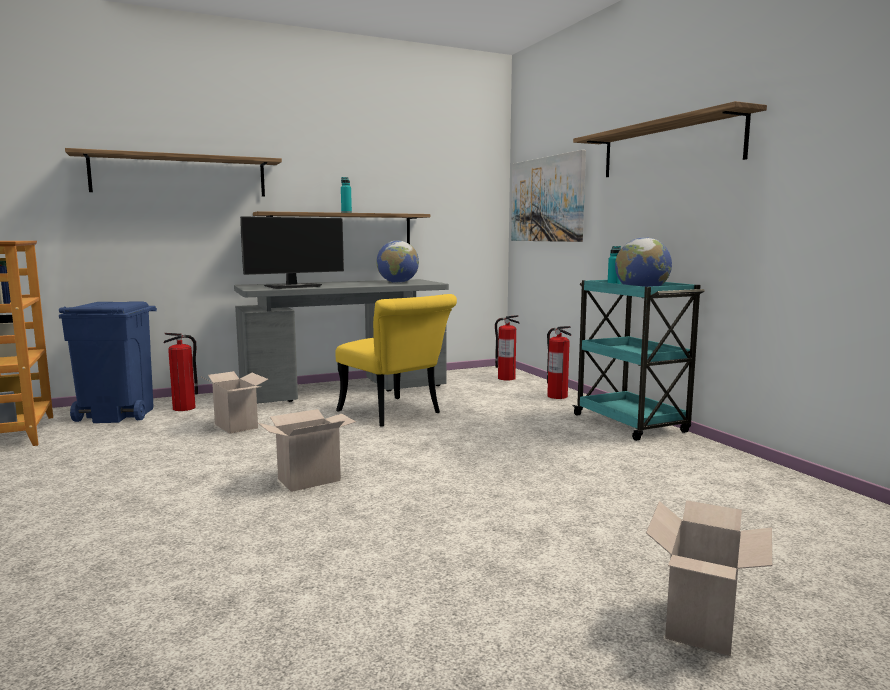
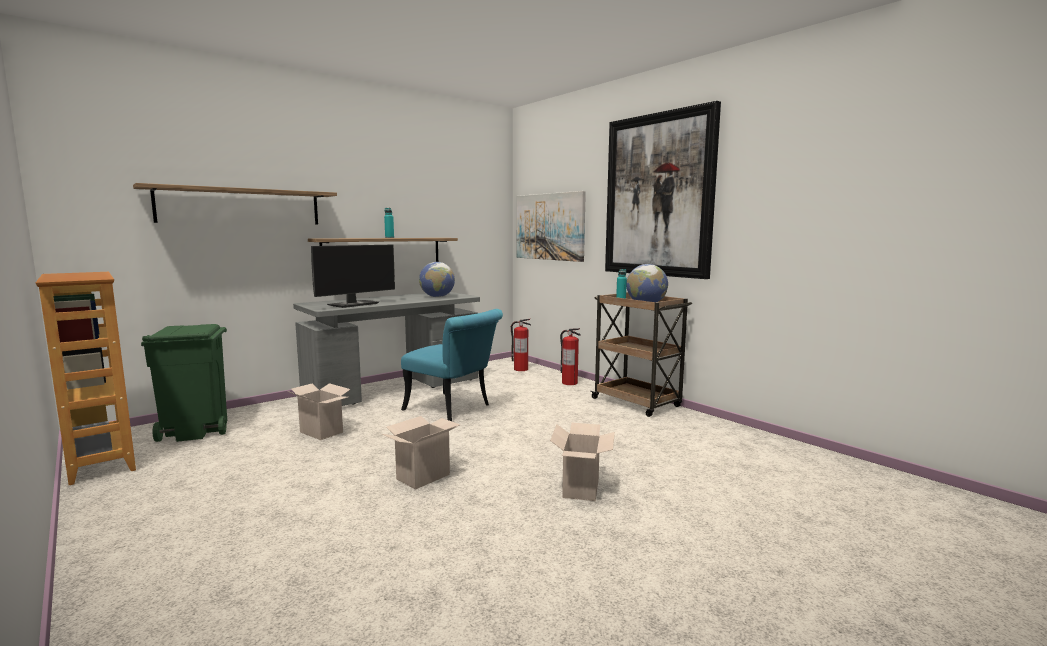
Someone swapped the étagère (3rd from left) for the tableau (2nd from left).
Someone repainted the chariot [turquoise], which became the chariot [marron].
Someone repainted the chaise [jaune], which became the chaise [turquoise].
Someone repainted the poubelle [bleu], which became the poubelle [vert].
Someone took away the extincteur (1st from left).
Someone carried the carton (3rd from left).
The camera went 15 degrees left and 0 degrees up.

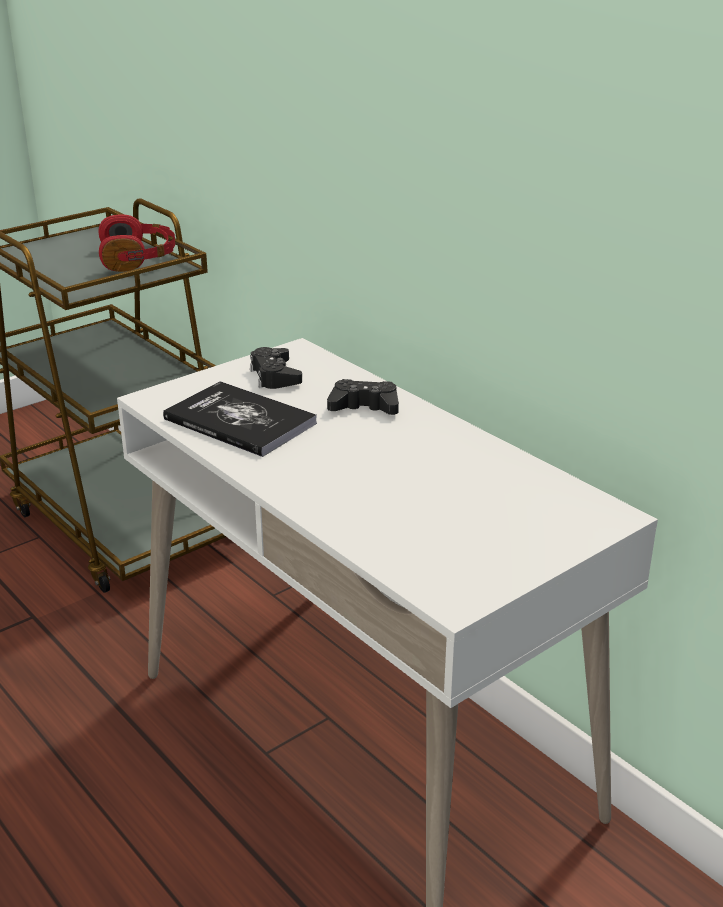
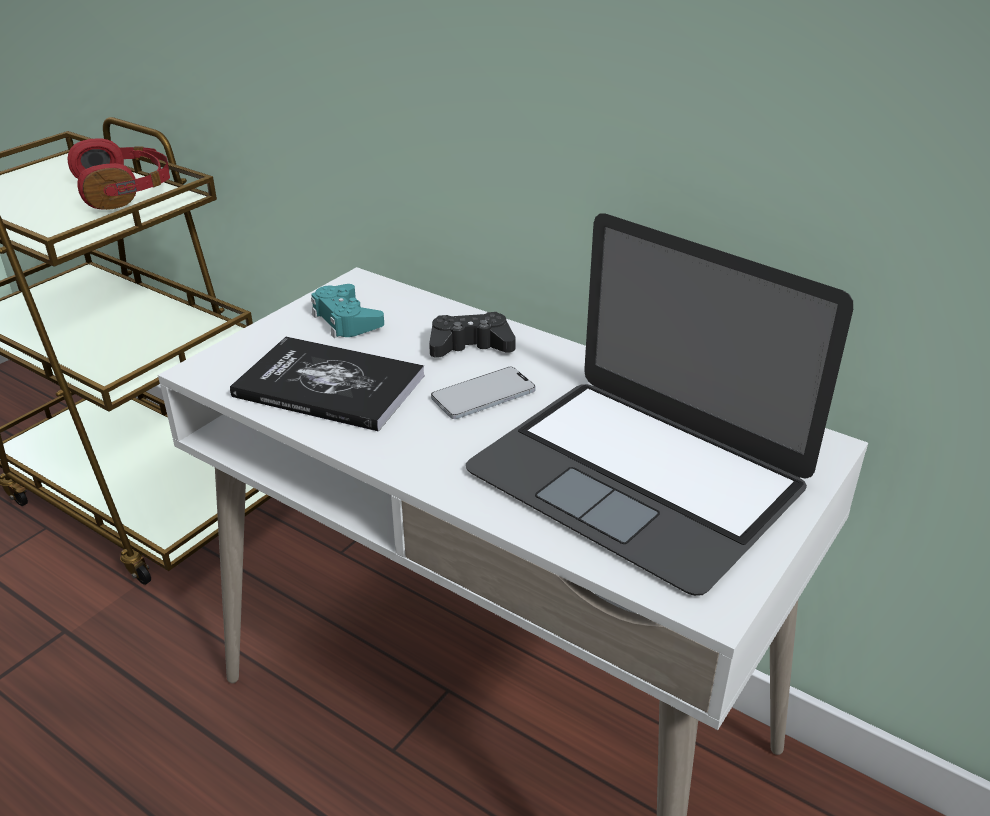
Someone repainted the manette [noir] (1st from left), which became the manette [turquoise].
Someone put down the ordinateur portable.
Someone put down the téléphone.
The camera went 15 degrees left and 5 degrees up.

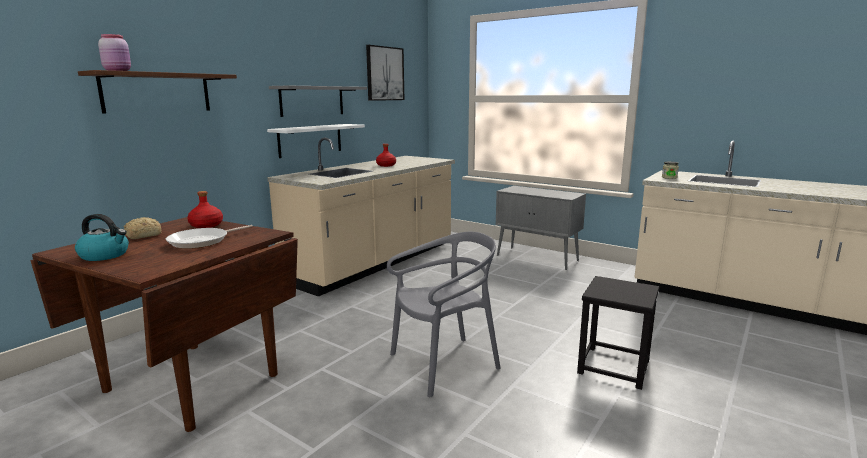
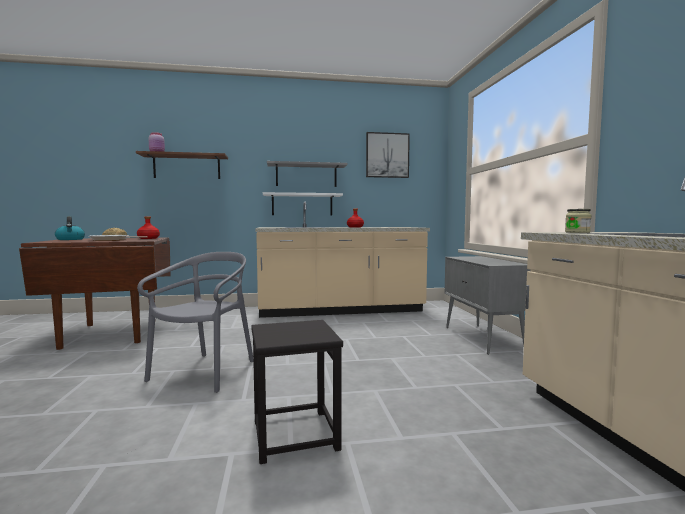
Someone rotated the chaise [gris] by 90 degrees counterclockwise.
The camera went 45 degrees right and 10 degrees down.

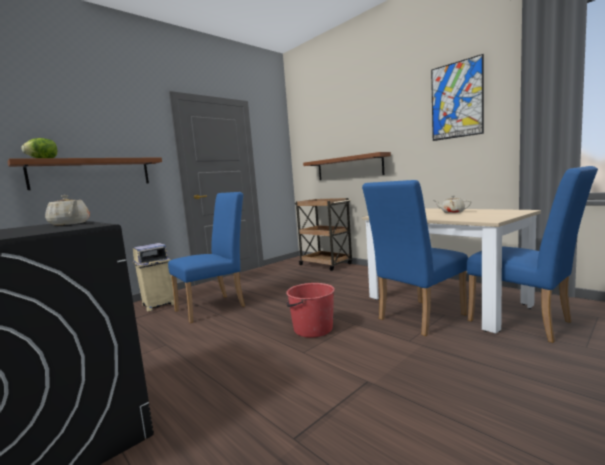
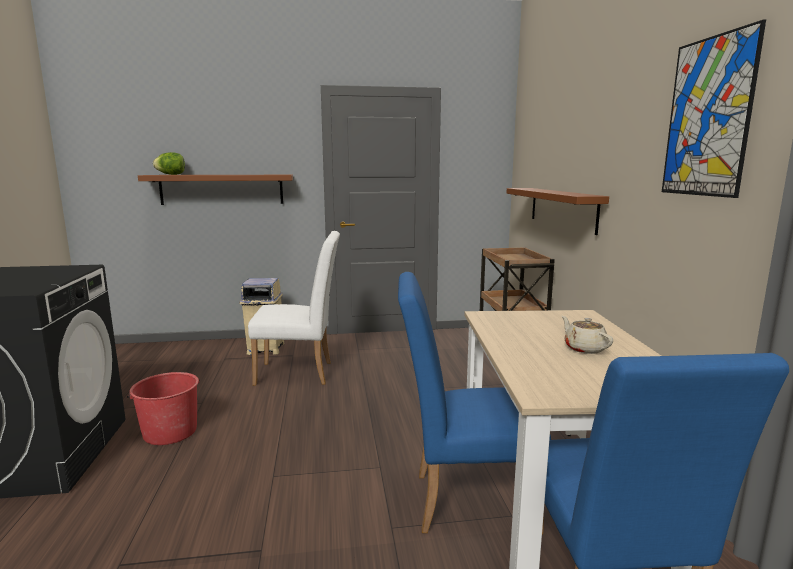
Someone repainted the chaise [bleu] (1st from left), which became the chaise [blanc].
Someone took away the théière [beige] (1st from left).
Someone carried the seau [rouge].
The camera went 35 degrees right and 5 degrees up.

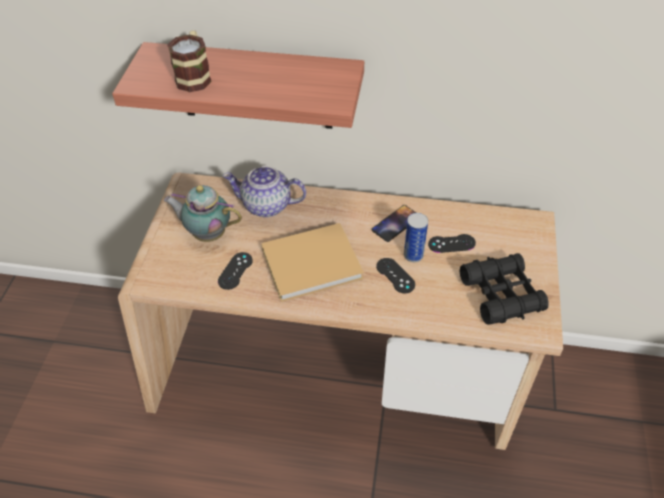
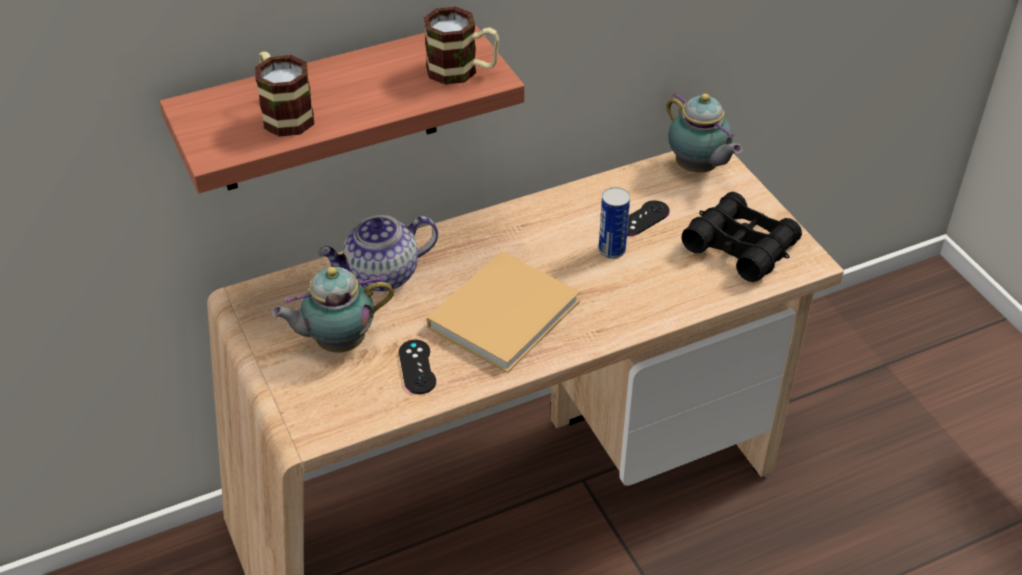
Someone took away the téléphone.
Someone took away the manette [noir] (2nd from left).
Someone put down the mug (2nd from left).
Someone put down the théière (3rd from left).
The camera went 35 degrees left and 5 degrees down.

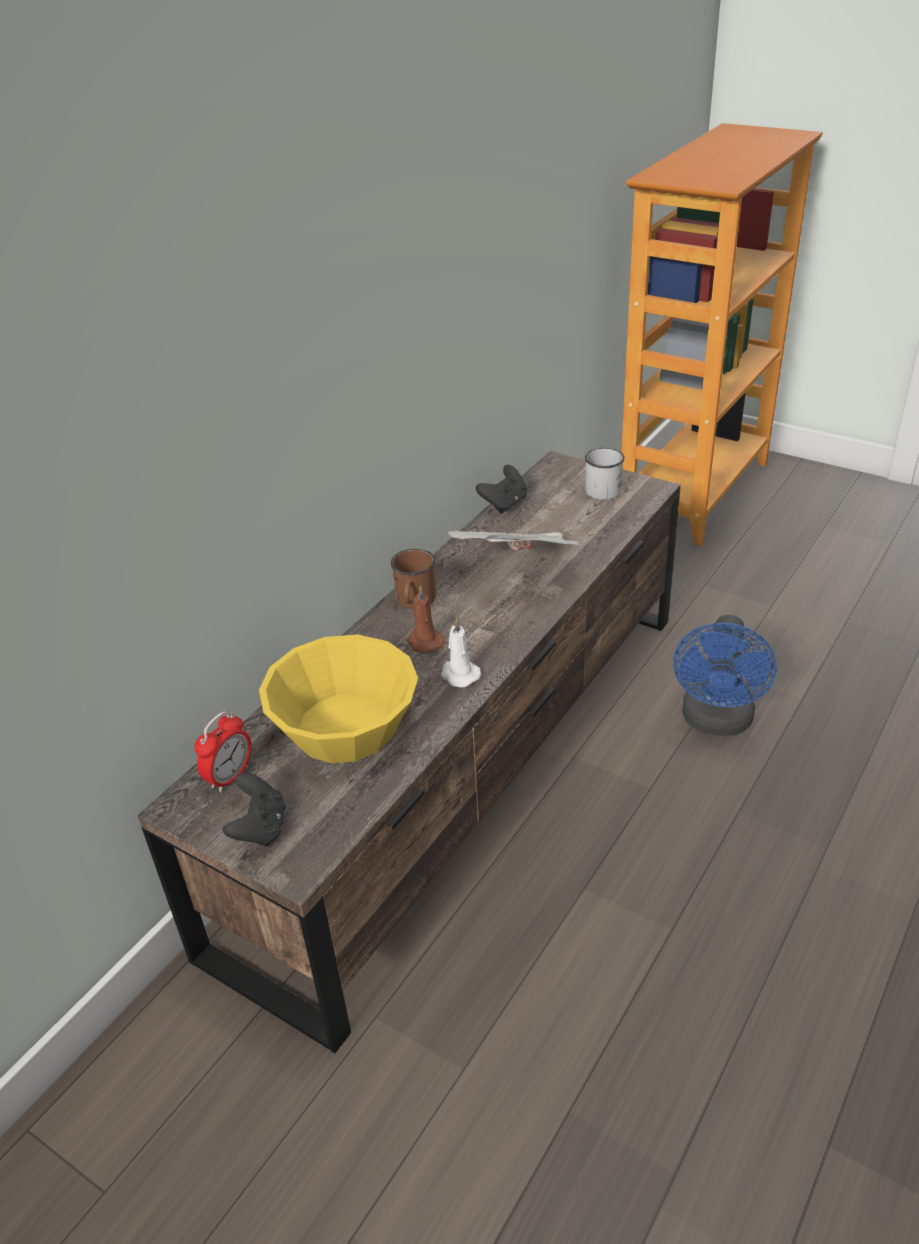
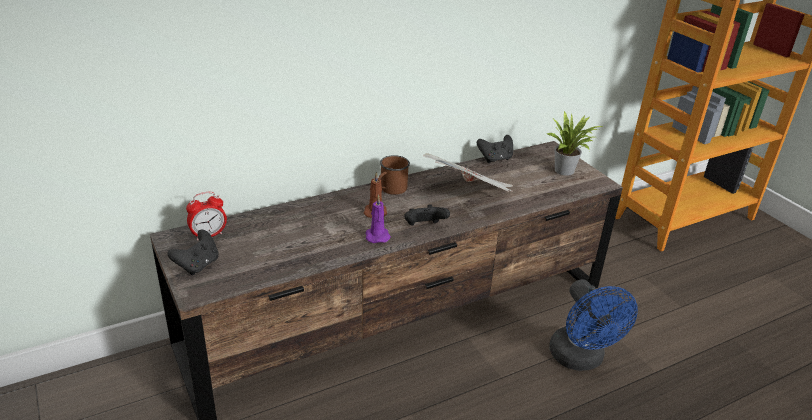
Someone swapped the mug [blanc] for the plante en pot.
Someone rotated the ventilateur [bleu] by 60 degrees counterclockwise.
Someone repainted the bougie [blanc], which became the bougie [violet].
Someone took away the bol [jaune].
Someone put down the manette [noir] (2nd from left).
The camera went 25 degrees right and 5 degrees down.

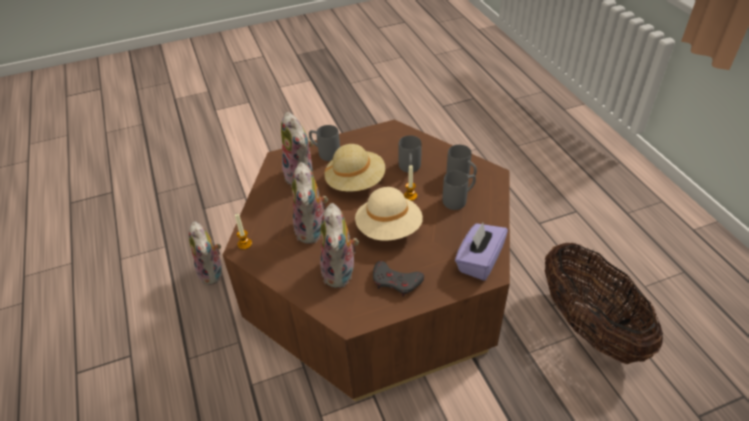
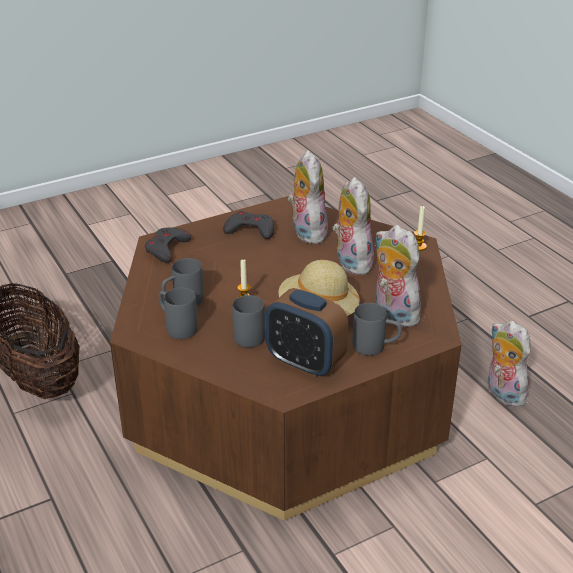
Someone took away the chapeau [beige] (2nd from left).
Someone swapped the boîte à mouchoirs [violet] for the manette [gris] (1st from left).
Someone put down the réveil.
The camera went 170 degrees right and 10 degrees down.

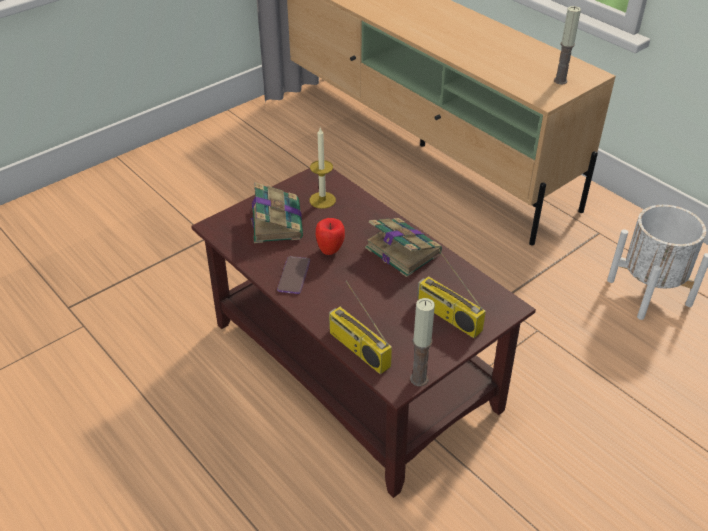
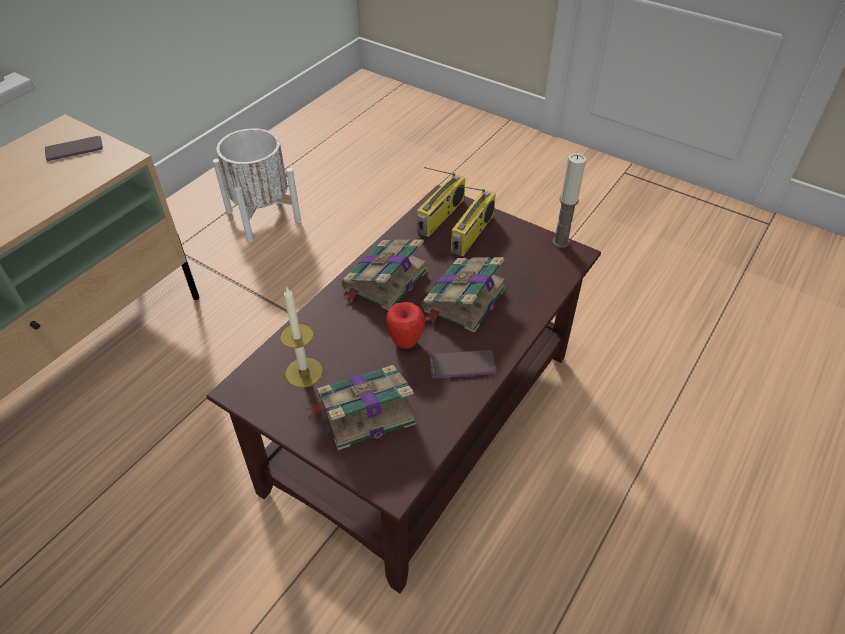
Someone swapped the bougie (3rd from left) for the téléphone (1st from left).
Someone carried the radio (1st from left).
Someone put down the livre (3rd from left).
The camera went 105 degrees left and 5 degrees up.

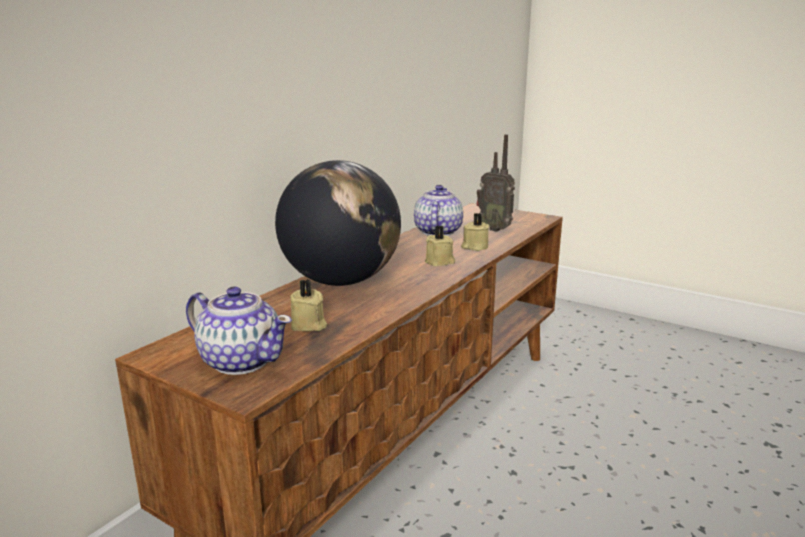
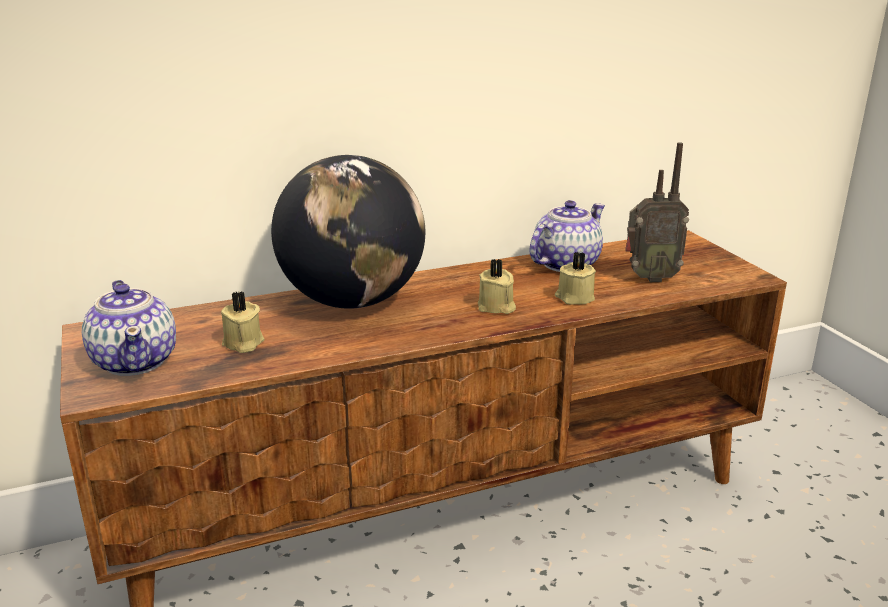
Someone rotated the radio by 75 degrees counterclockwise.
The camera went 35 degrees right and 5 degrees up.

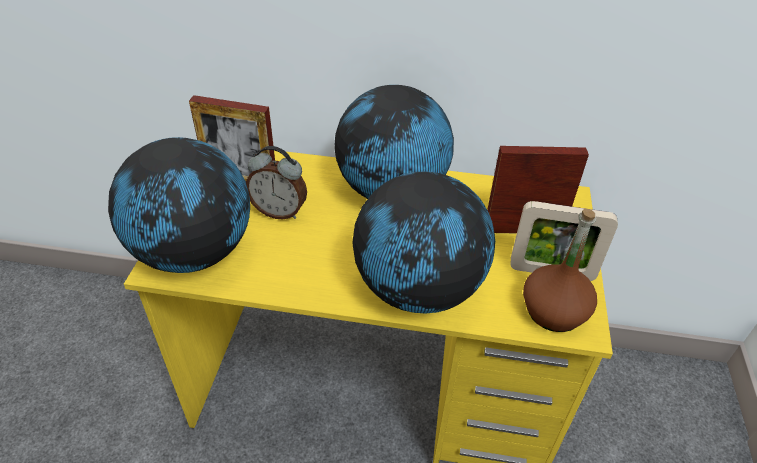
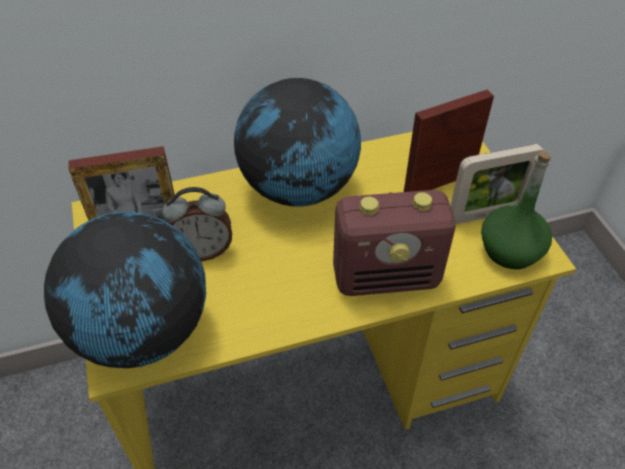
Someone swapped the globe (3rd from left) for the radio.
Someone repainted the bouteille [marron], which became the bouteille [vert].
The camera went 25 degrees left and 5 degrees up.

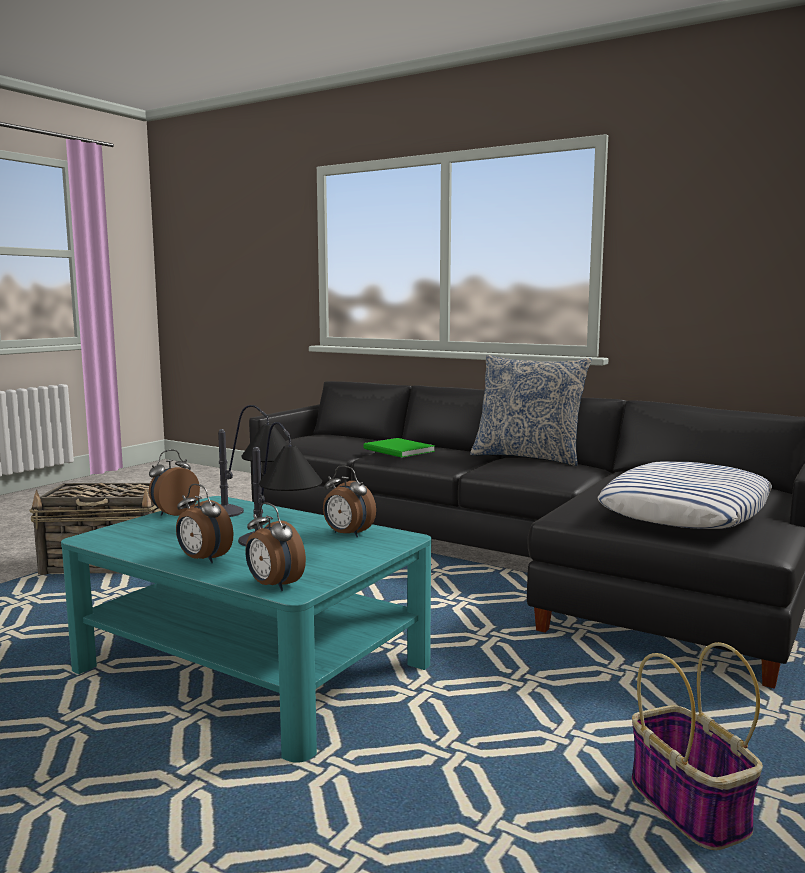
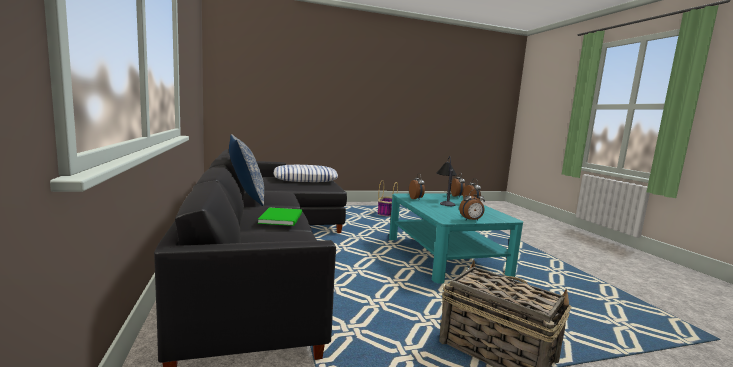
Someone took away the lampe de table (1st from left).
The camera went 140 degrees left and 0 degrees up.

